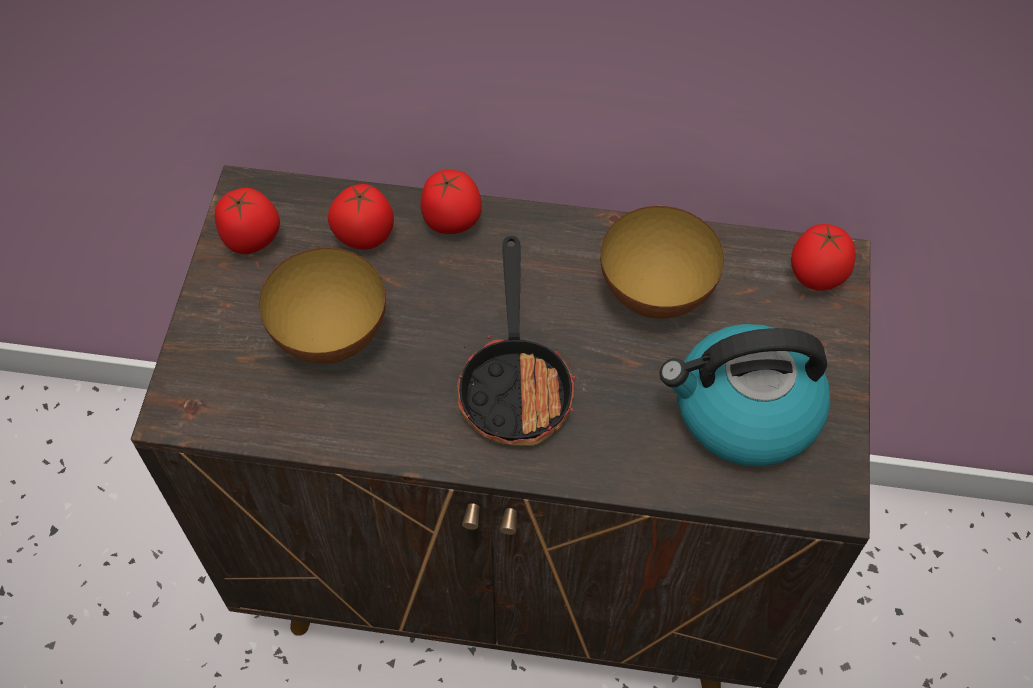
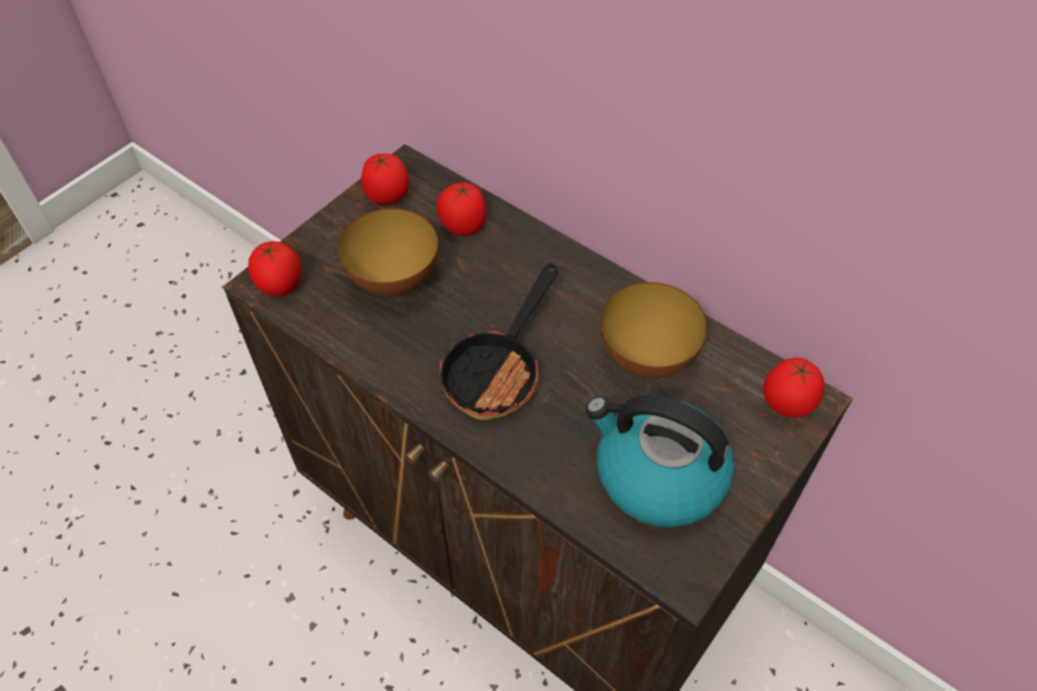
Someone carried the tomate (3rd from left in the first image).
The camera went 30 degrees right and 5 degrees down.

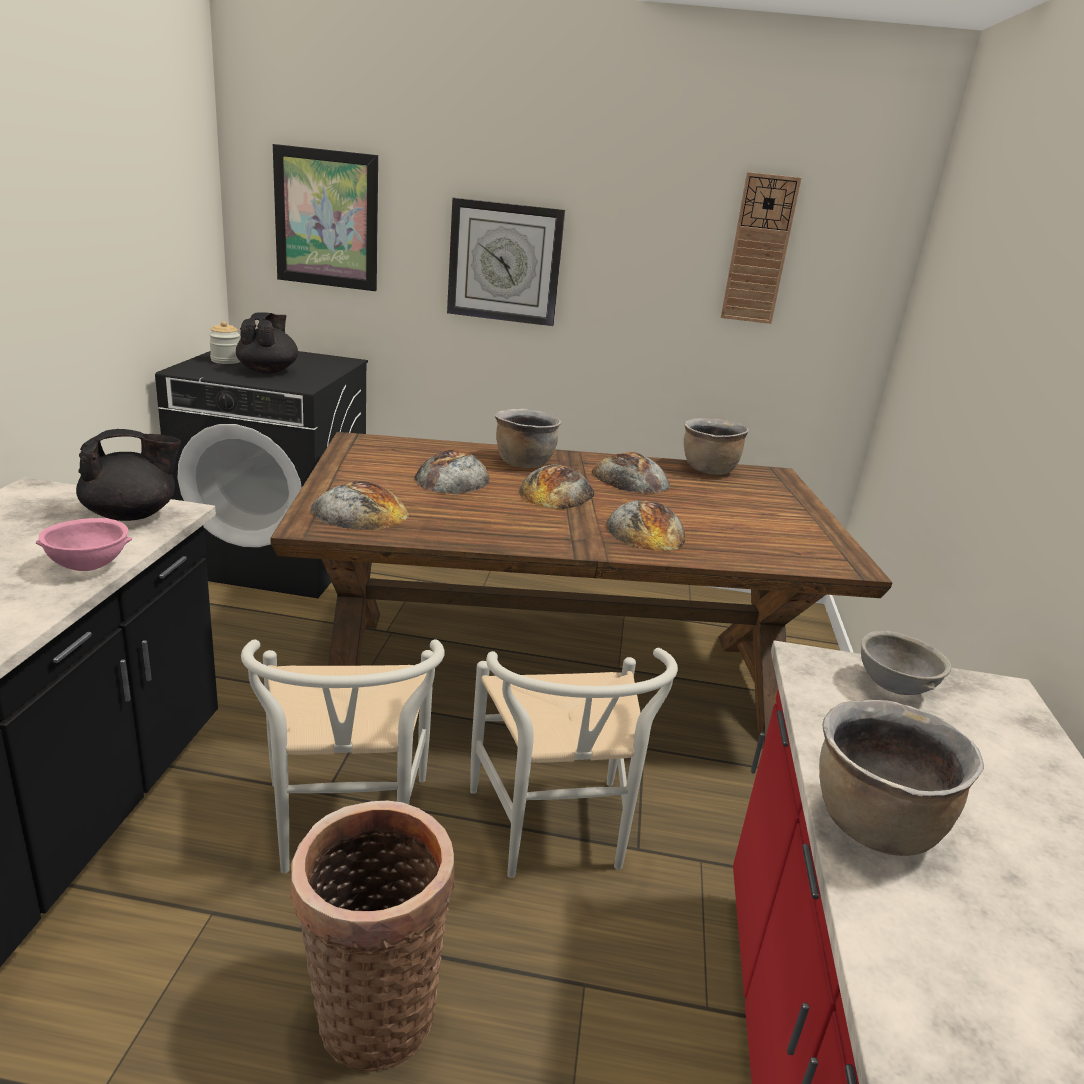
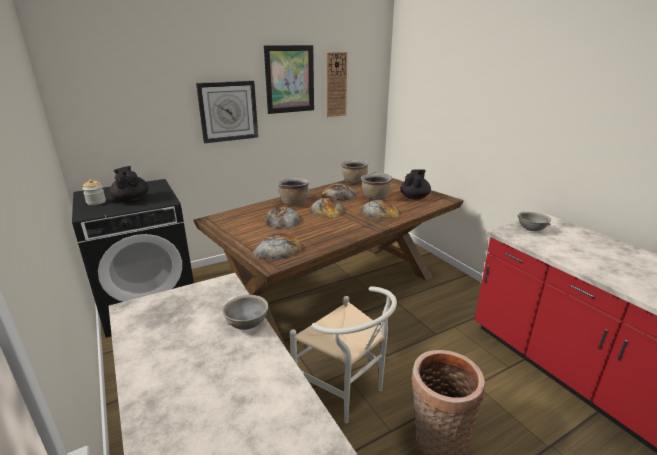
Someone carried the tableau.
Someone carried the théière [noir] (1st from left in the first image).
Someone repainted the bol [rose], which became the bol [gris] (1st from left).
Someone took away the chaise [blanc] (2nd from left).
Someone carried the marmite [marron] (3rd from left).
The camera went 35 degrees left and 0 degrees up.

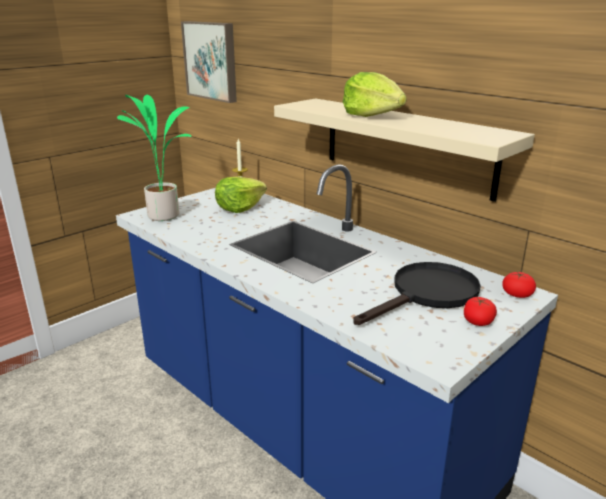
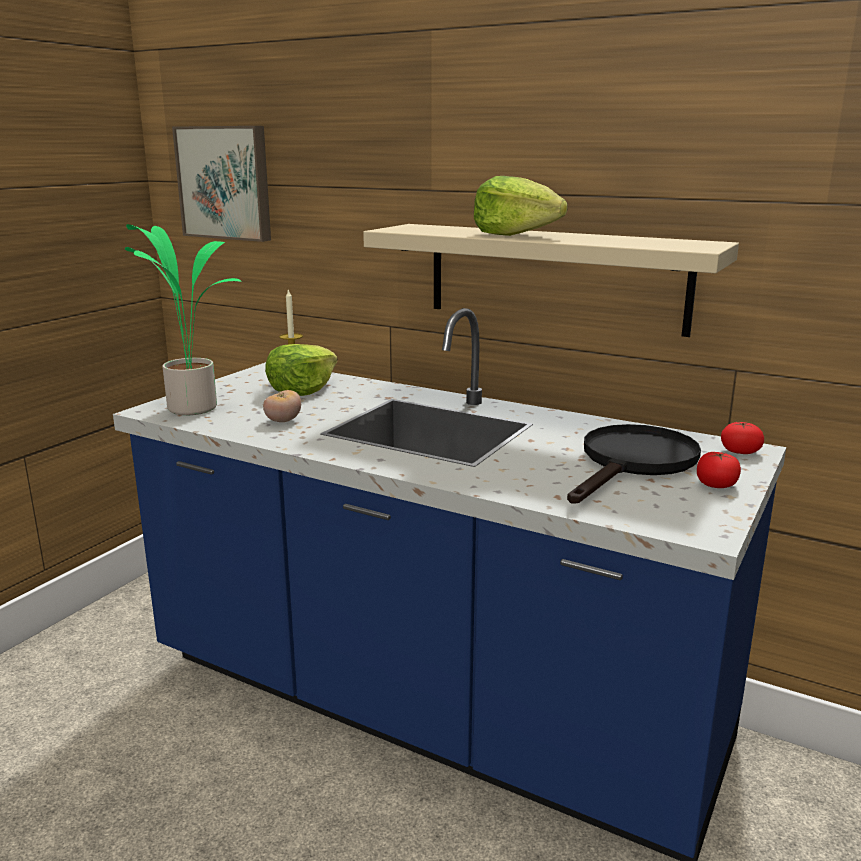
Someone put down the tomate (1st from left).
The camera went 15 degrees left and 5 degrees down.

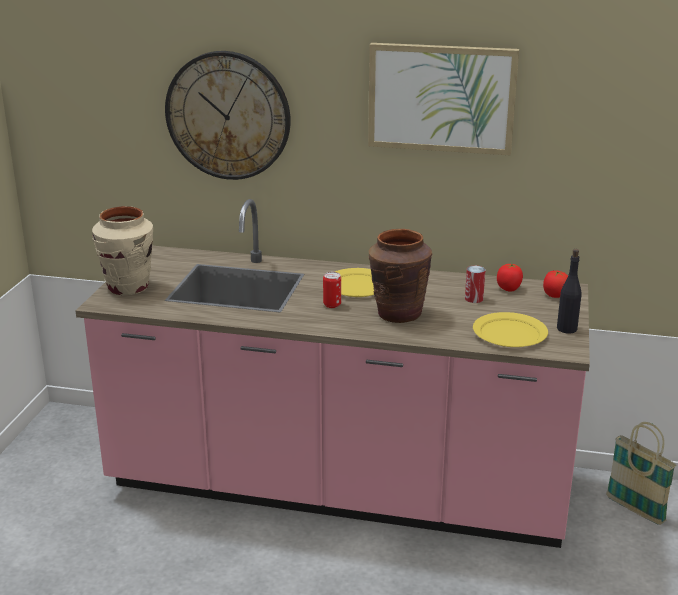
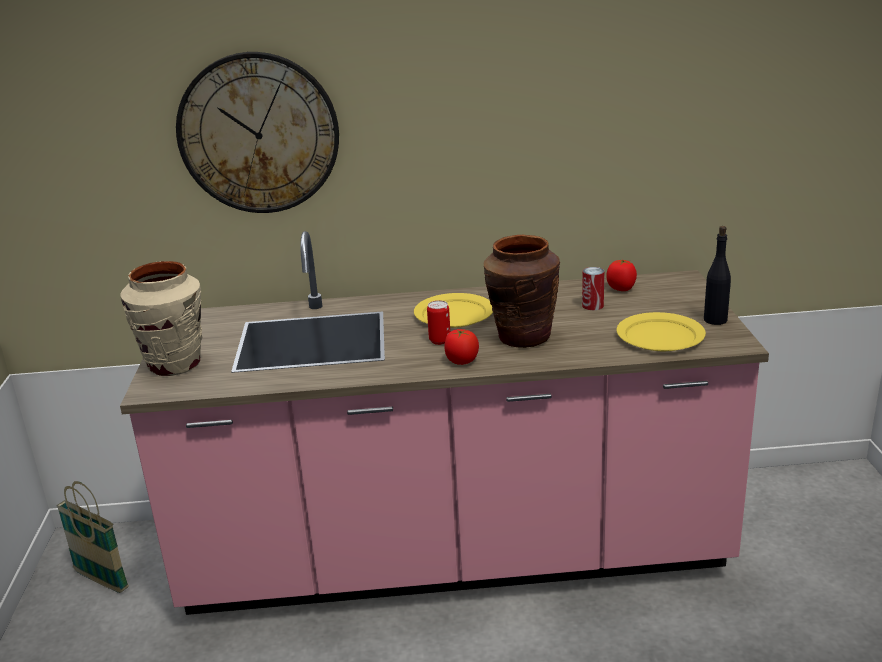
Someone took away the tableau.
Someone carried the tomate (2nd from left in the first image).
Someone carried the panier.
The camera went 15 degrees left and 0 degrees up.

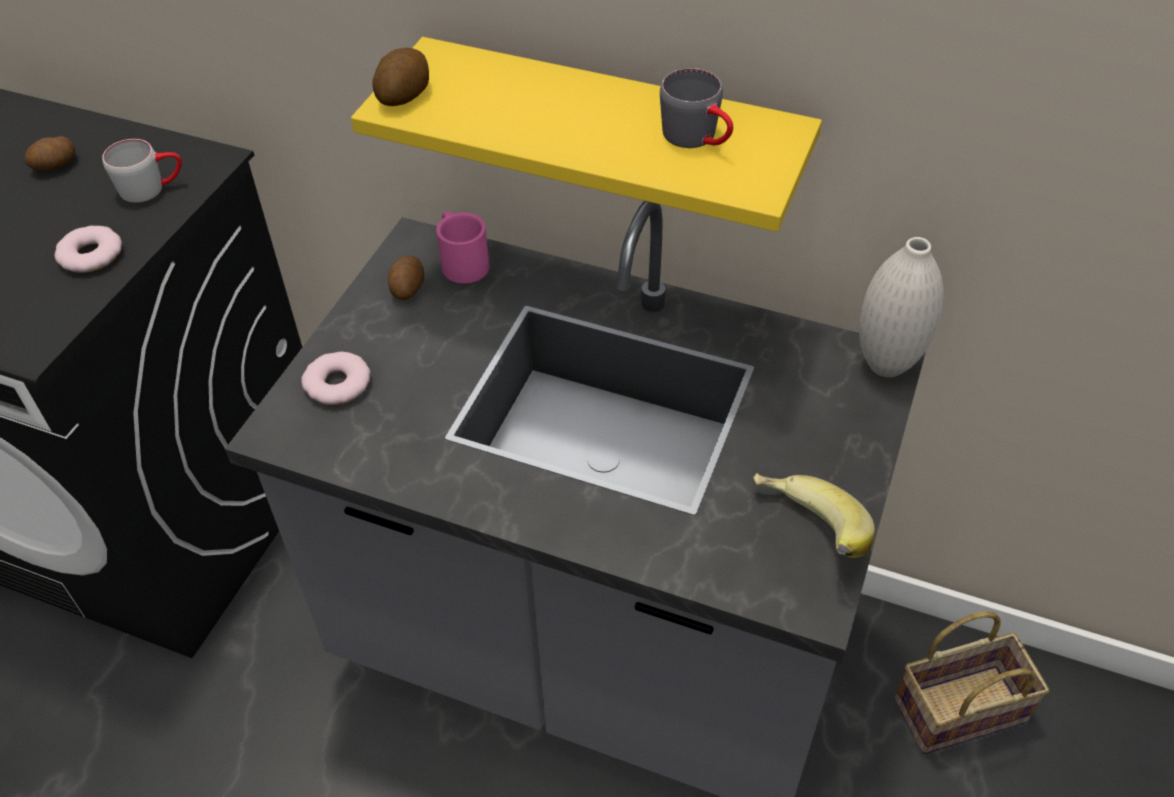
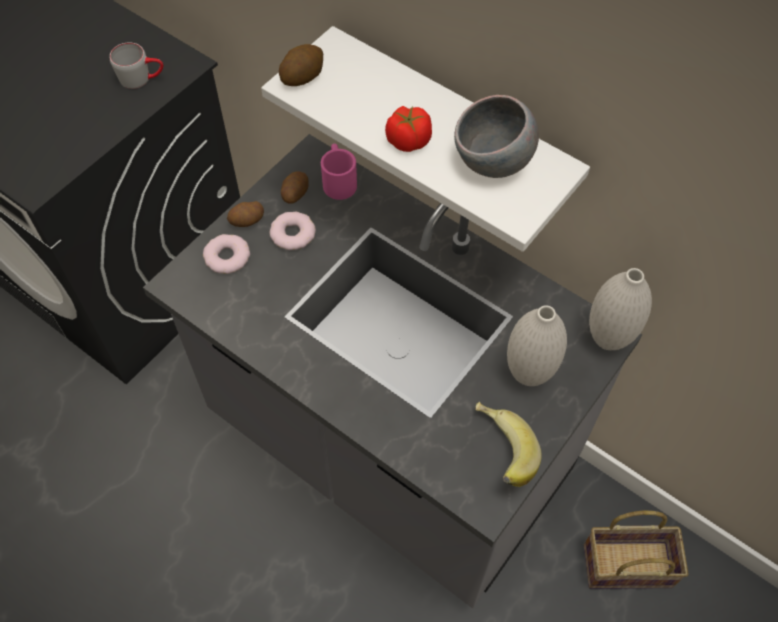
Someone repainted the étagère [jaune], which became the étagère [blanc].
Someone swapped the mug [gris] (2nd from left) for the bol [gris].
Someone carried the pomme de terre (1st from left).
Someone carried the beignet (1st from left in the first image).
Someone put down the tomate.
Someone put down the vase [blanc] (1st from left).
The camera went 15 degrees right and 10 degrees up.

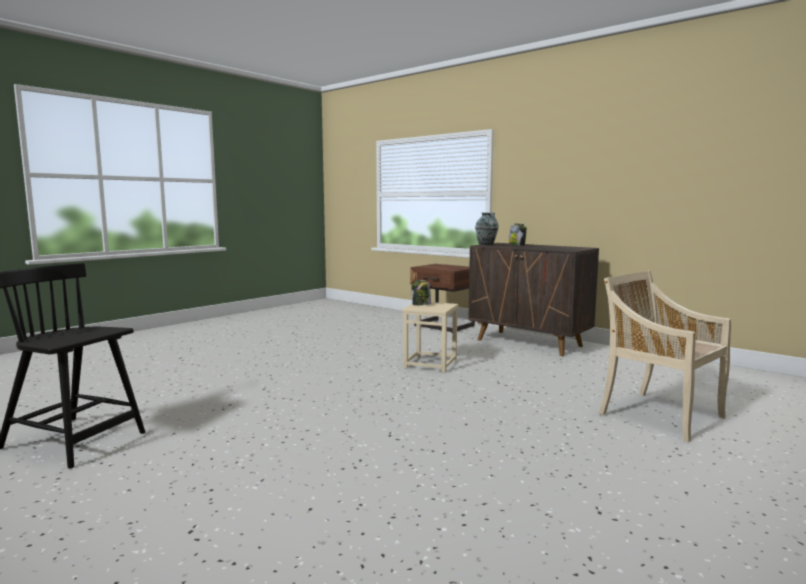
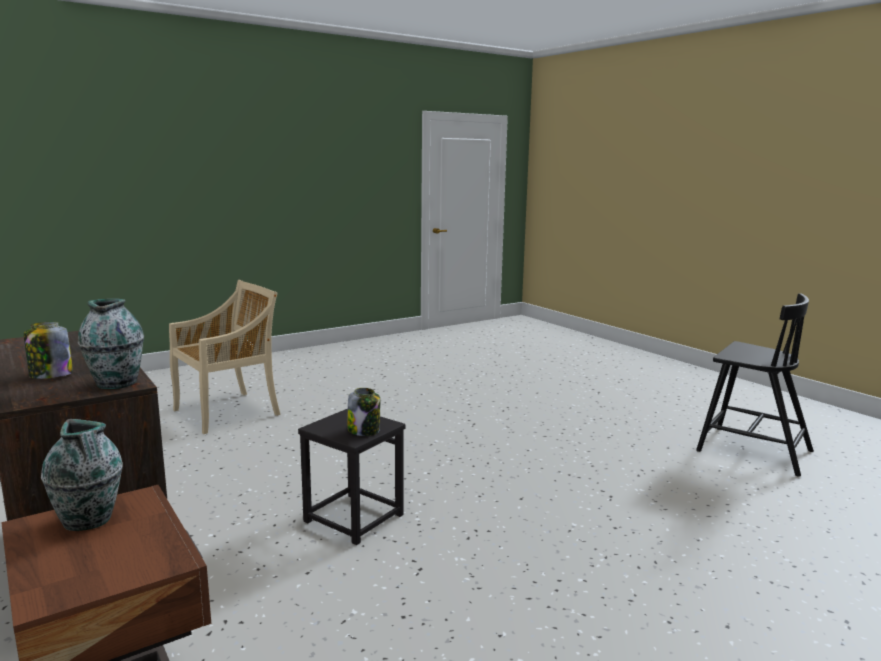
Someone rotated the chaise [beige] by 105 degrees counterclockwise.
Someone repainted the tabouret [beige], which became the tabouret [noir].
Someone put down the vase (1st from left).
The camera went 165 degrees left and 5 degrees up.

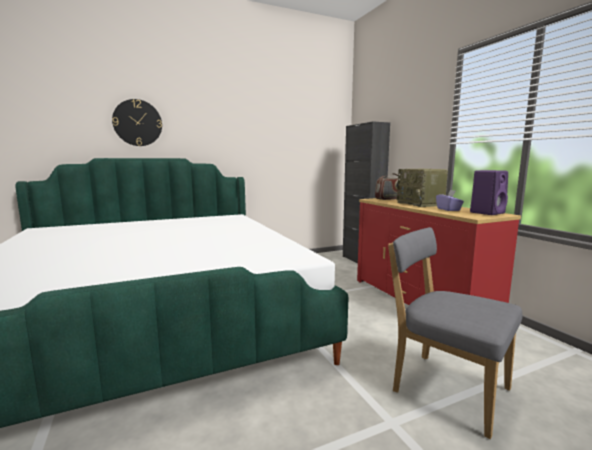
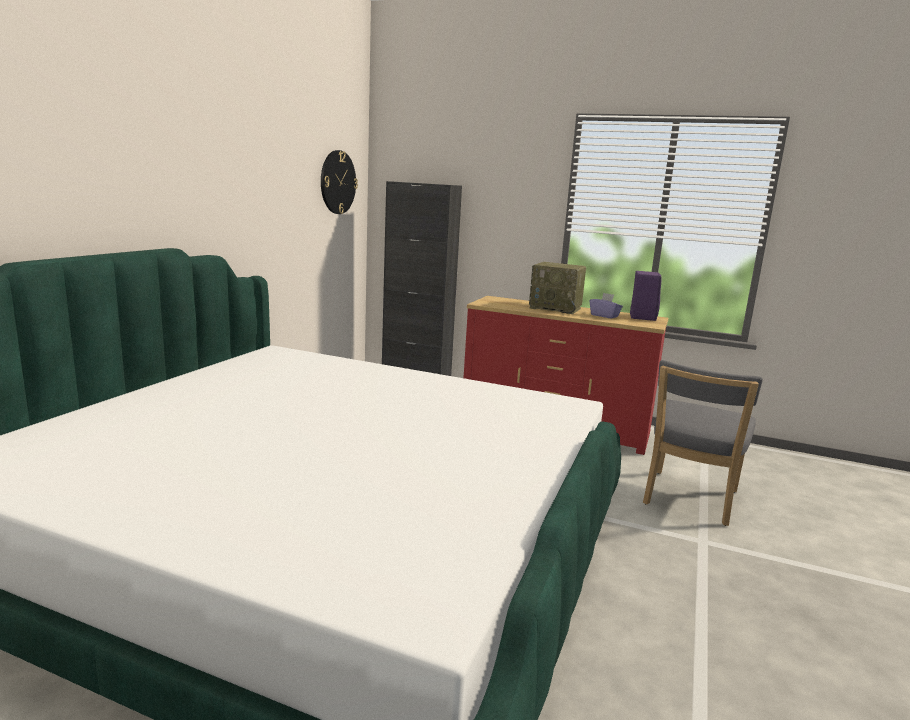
Someone carried the horloge murale.
Someone took away the radio (1st from left).
Someone rotated the chaise [gris] by 60 degrees counterclockwise.
The camera went 45 degrees left and 5 degrees up.

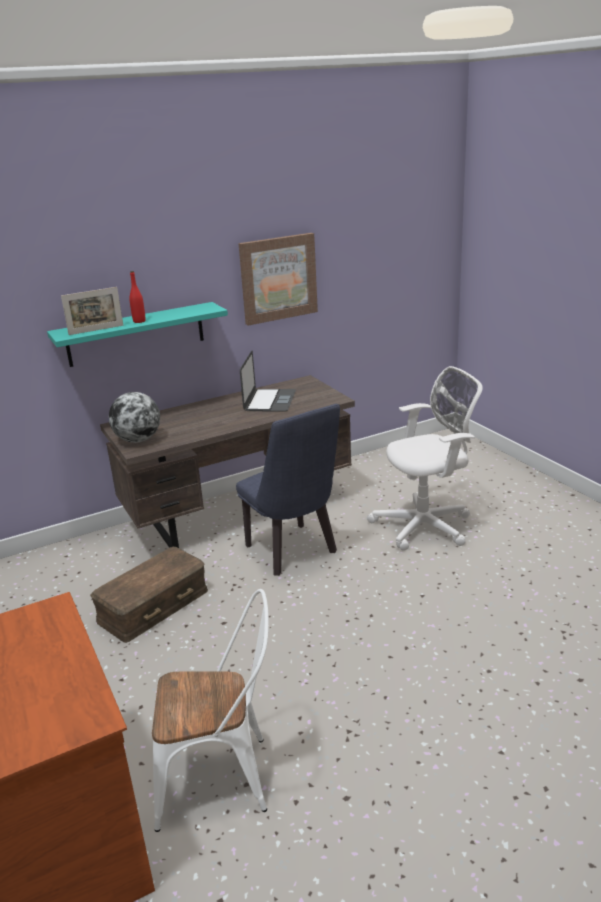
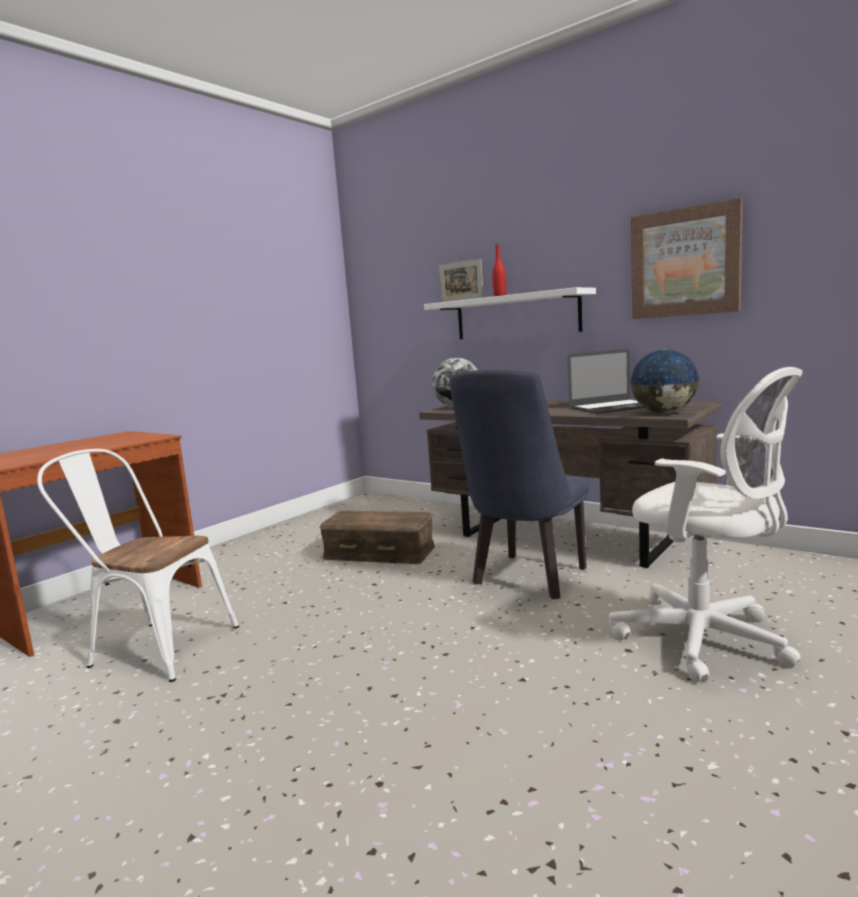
Someone repainted the étagère [turquoise], which became the étagère [blanc].
Someone rotated the chaise [blanc] by 135 degrees clockwise.
Someone put down the globe (2nd from left).
The camera went 65 degrees right and 15 degrees down.

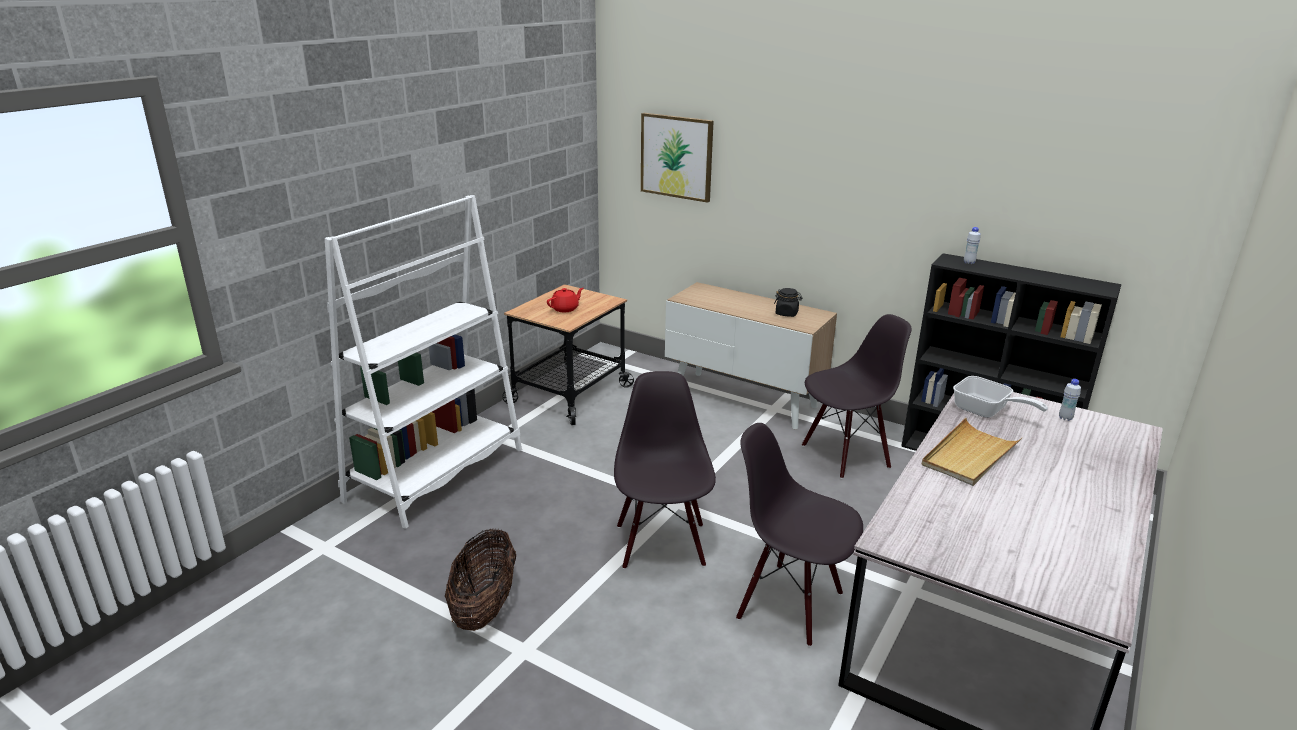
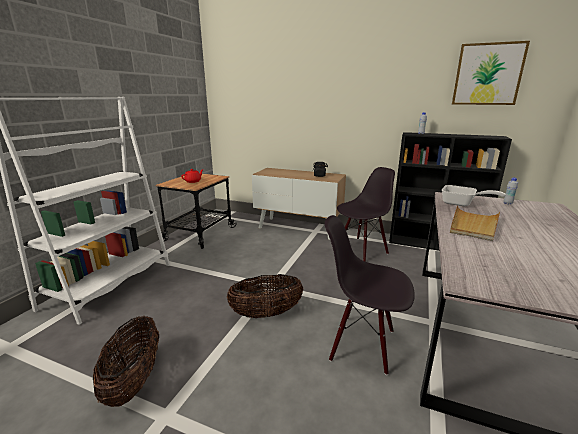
Someone carried the tableau.
Someone swapped the chaise [noir] (1st from left) for the panier (2nd from left).
The camera went 10 degrees left and 5 degrees down.

